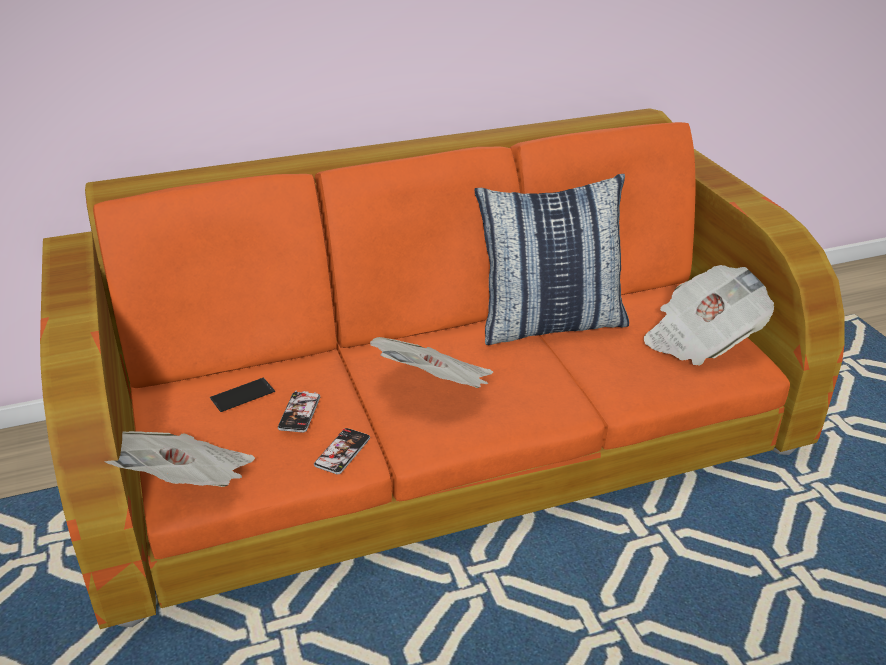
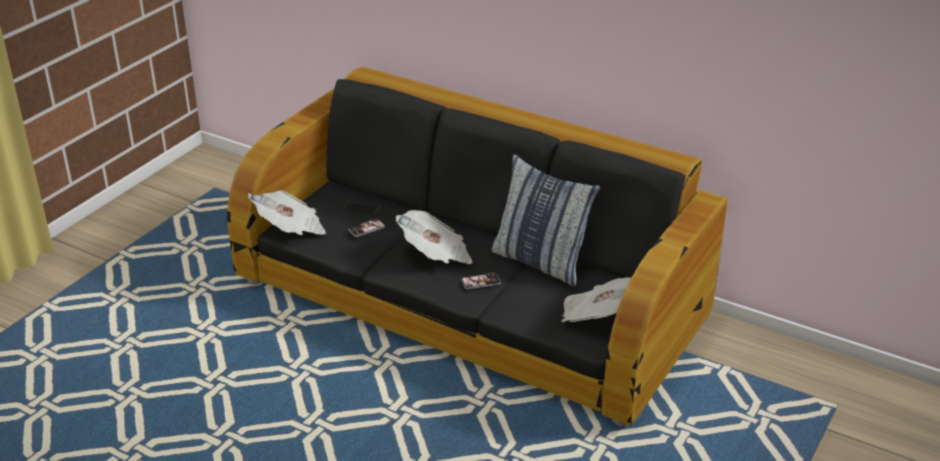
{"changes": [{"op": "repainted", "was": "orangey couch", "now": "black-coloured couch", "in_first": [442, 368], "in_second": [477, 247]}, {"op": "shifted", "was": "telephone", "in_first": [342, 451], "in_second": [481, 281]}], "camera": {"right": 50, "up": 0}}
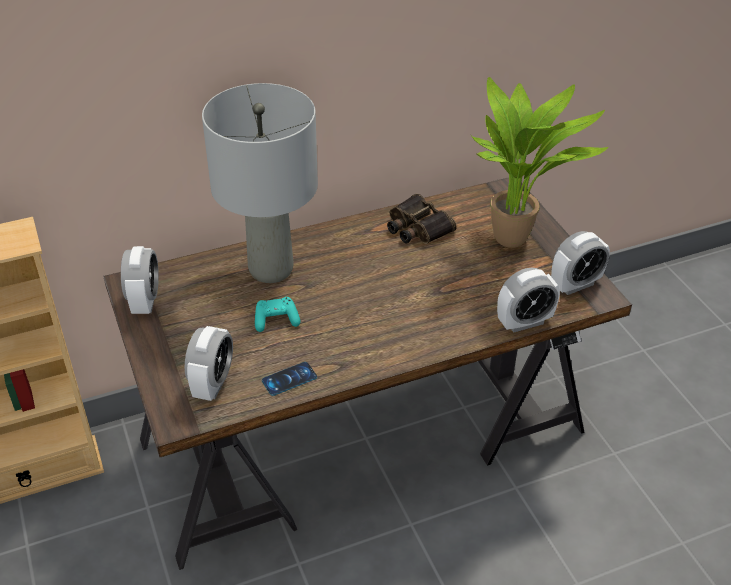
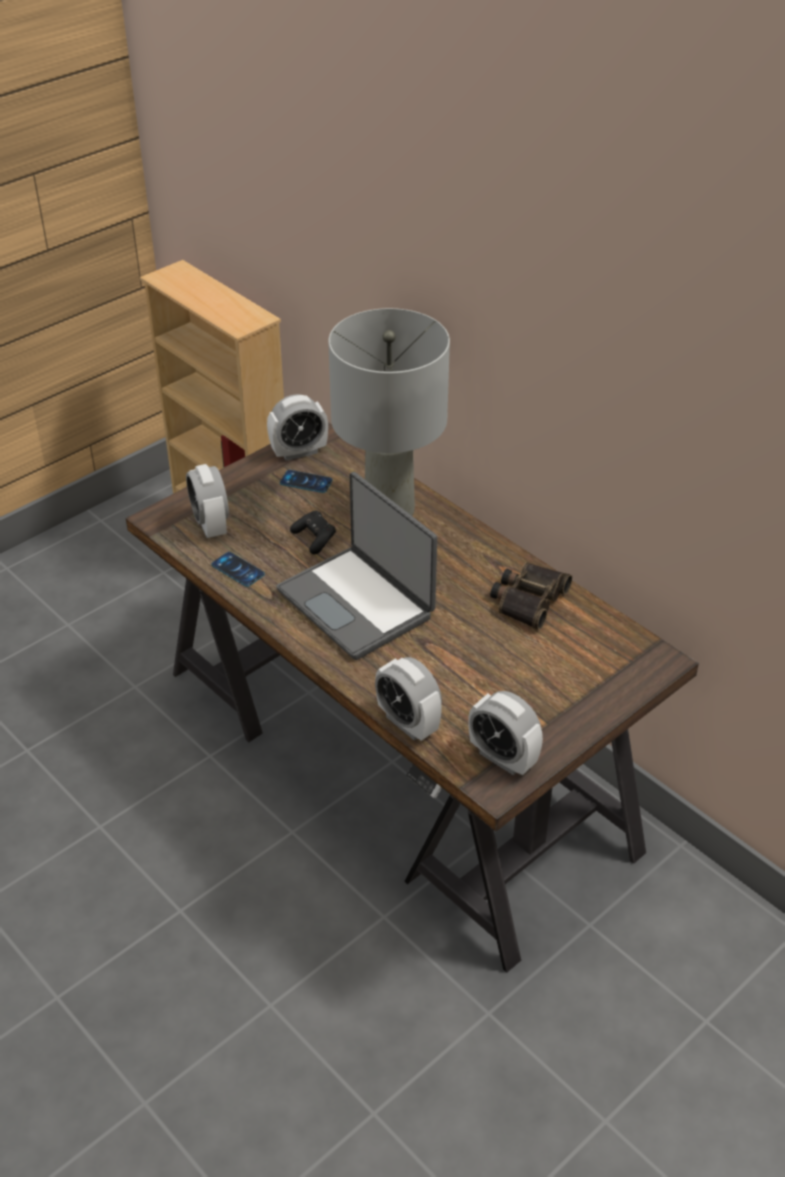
{"changes": [{"op": "gone", "was": "houseplant", "in_first": [540, 162]}, {"op": "repainted", "was": "turquoise gamepad", "now": "black-coloured gamepad", "in_first": [277, 314], "in_second": [313, 532]}, {"op": "rotated", "was": "bedside clock", "in_first": [209, 363], "in_second": [207, 501], "clockwise": 75}, {"op": "new", "now": "telephone", "in_second": [306, 481]}, {"op": "new", "now": "notebook computer", "in_second": [357, 566]}], "camera": {"right": 70, "up": 0}}
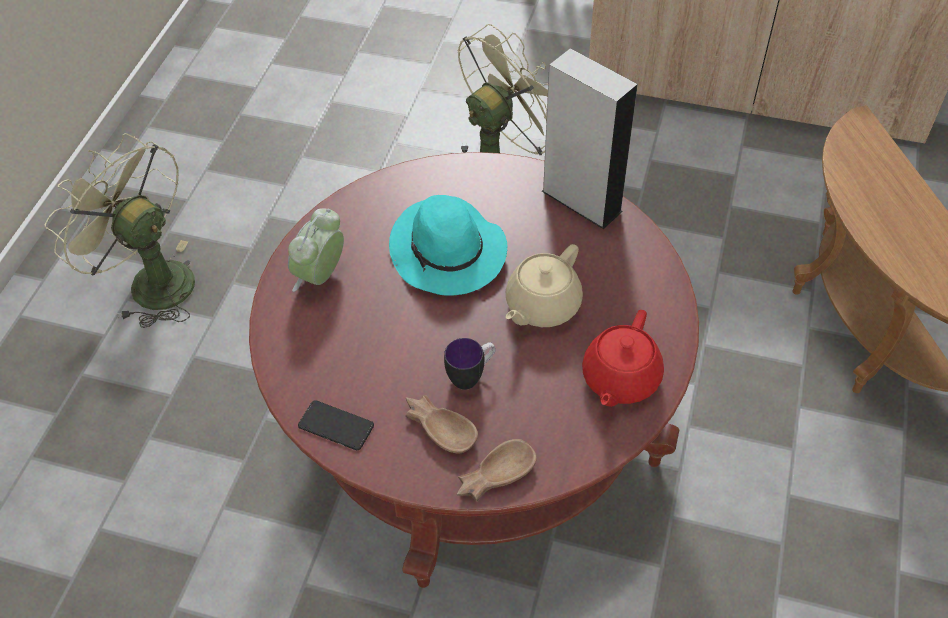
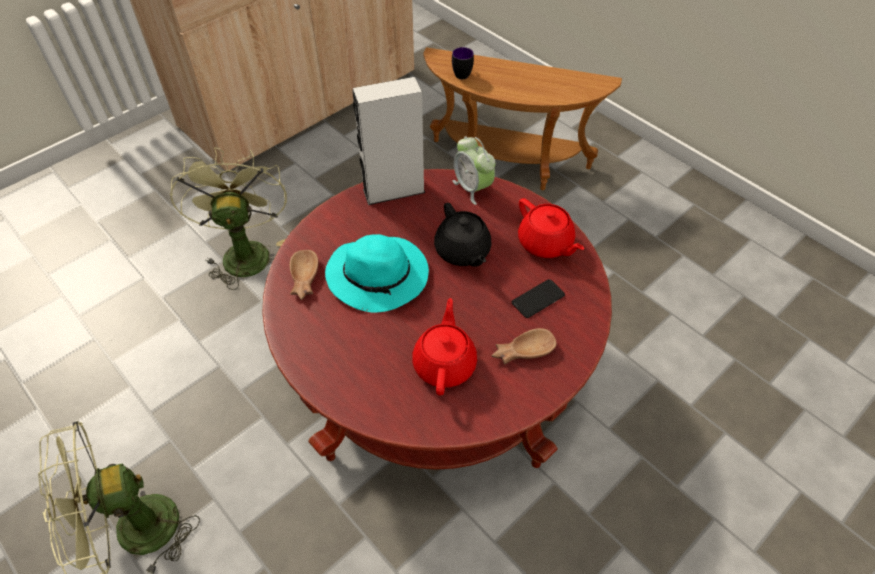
{"changes": [{"op": "shifted", "was": "bedside clock", "in_first": [316, 250], "in_second": [473, 170]}, {"op": "repainted", "was": "sand-coloured teapot", "now": "black-coloured teapot", "in_first": [544, 285], "in_second": [463, 235]}, {"op": "shifted", "was": "tea mug", "in_first": [470, 364], "in_second": [463, 63]}, {"op": "shifted", "was": "telephone", "in_first": [336, 425], "in_second": [538, 298]}, {"op": "shifted", "was": "brown bowl", "in_first": [497, 470], "in_second": [304, 275]}, {"op": "new", "now": "red-coloured teapot", "in_second": [444, 346]}], "camera": {"right": -60, "up": 0}}
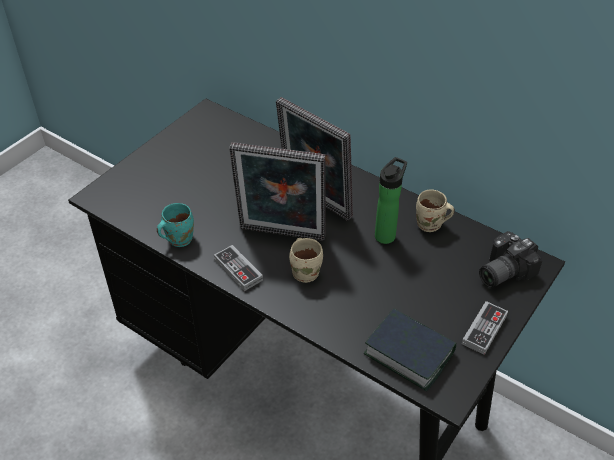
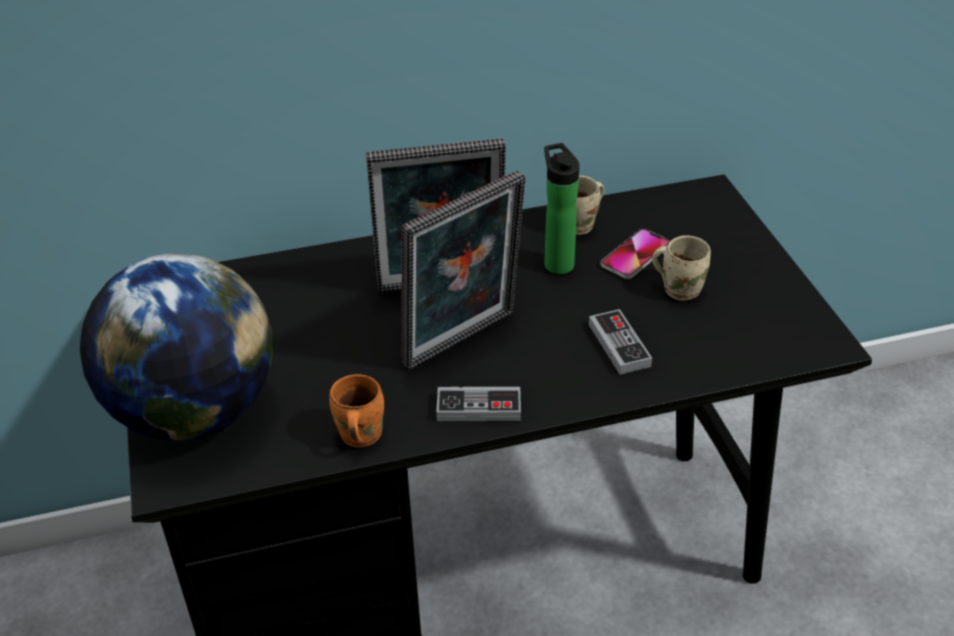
{"changes": [{"op": "repainted", "was": "turquoise tea mug", "now": "orangey tea mug", "in_first": [175, 225], "in_second": [356, 410]}, {"op": "gone", "was": "still camera", "in_first": [510, 259]}, {"op": "shifted", "was": "sand-coloured tea mug", "in_first": [306, 260], "in_second": [681, 268]}, {"op": "shifted", "was": "gamepad", "in_first": [485, 328], "in_second": [620, 342]}, {"op": "gone", "was": "volume", "in_first": [410, 349]}, {"op": "new", "now": "telephone", "in_second": [635, 254]}, {"op": "new", "now": "globe", "in_second": [176, 346]}], "camera": {"right": -50, "up": -5}}
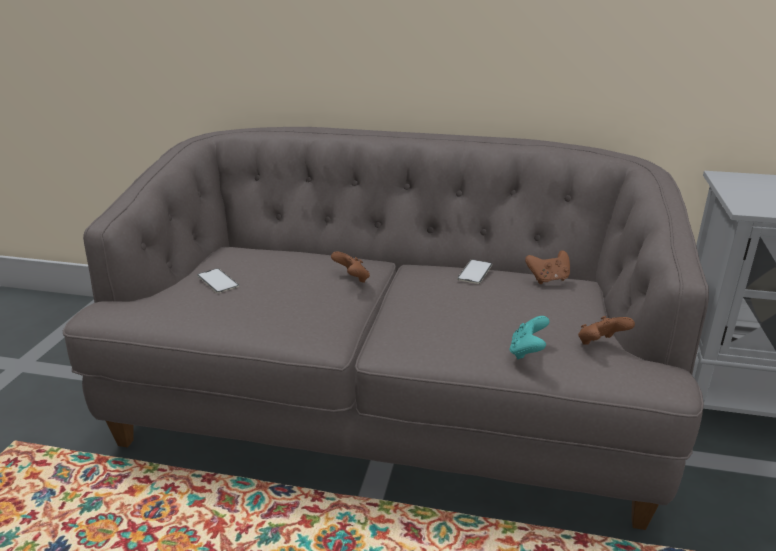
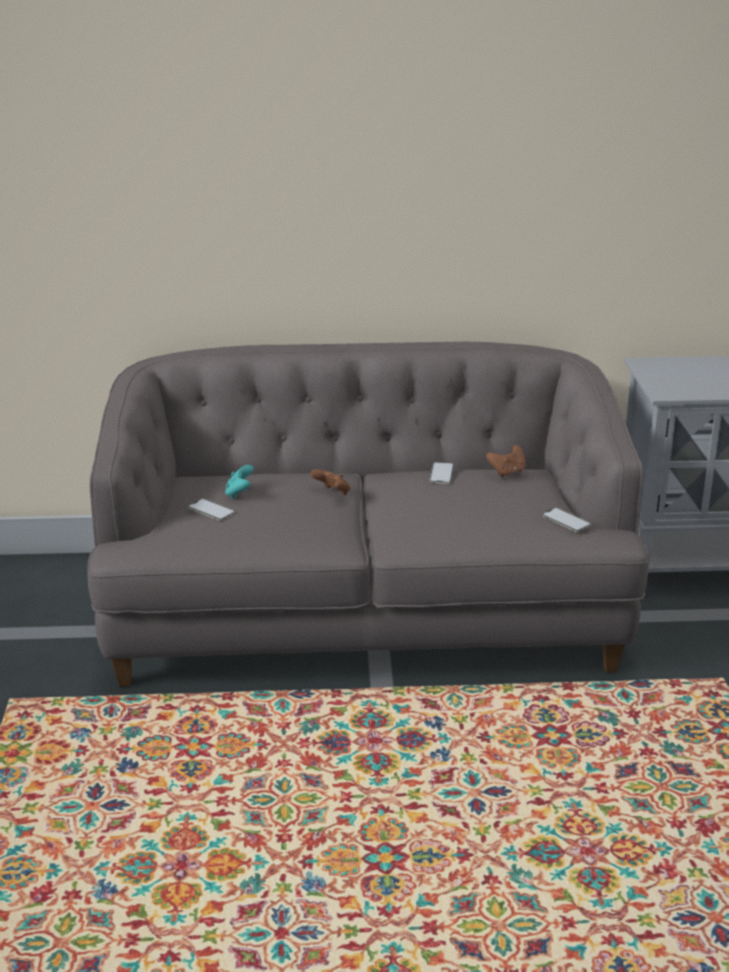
{"changes": [{"op": "shifted", "was": "turquoise gamepad", "in_first": [530, 337], "in_second": [239, 482]}, {"op": "swapped", "was": "brown gamepad", "now": "telephone", "in_first": [606, 330], "in_second": [566, 519]}], "camera": {"right": -15, "up": 0}}
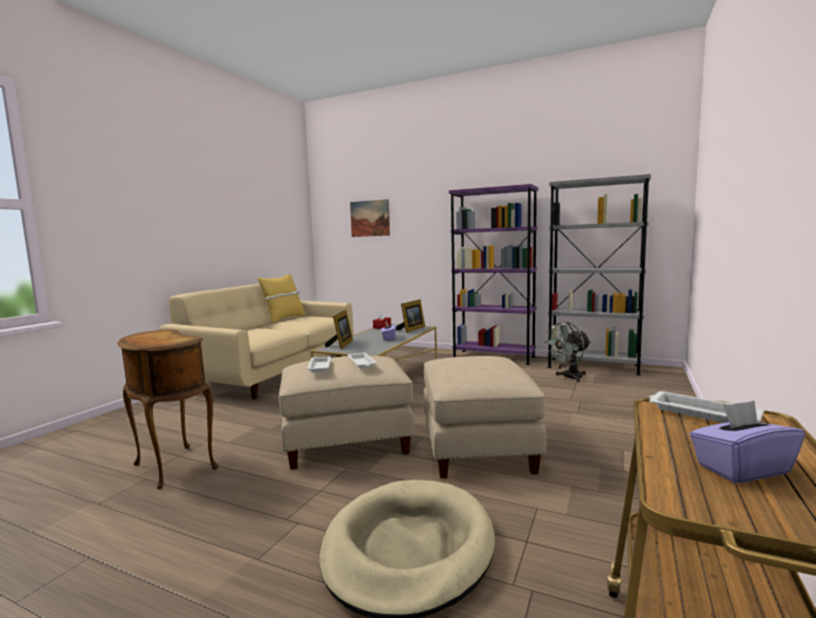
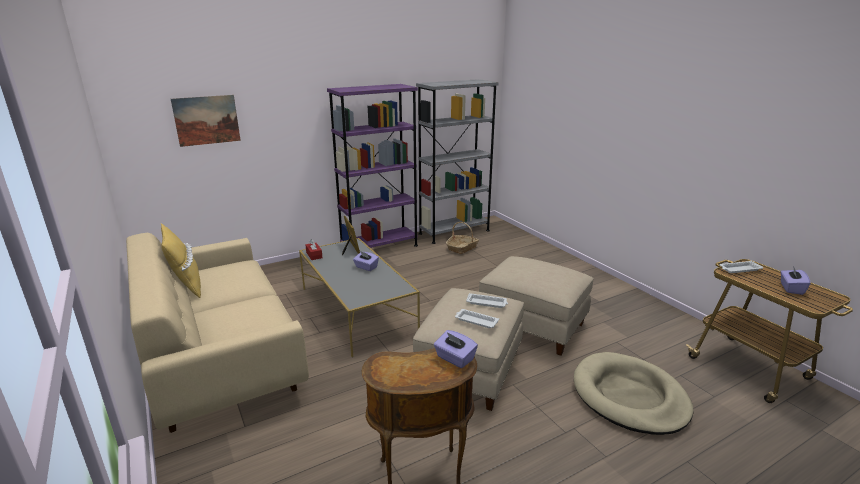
{"changes": [{"op": "gone", "was": "photo frame", "in_first": [339, 329]}, {"op": "swapped", "was": "gray electric fan", "now": "storage basket", "in_first": [567, 352], "in_second": [462, 238]}, {"op": "new", "now": "purplish box of tissues", "in_second": [456, 349]}], "camera": {"right": -55, "up": 15}}
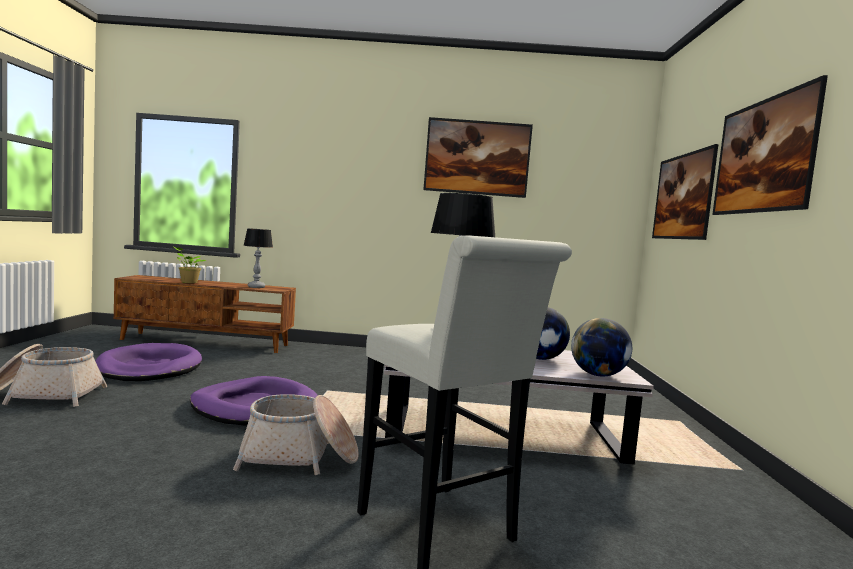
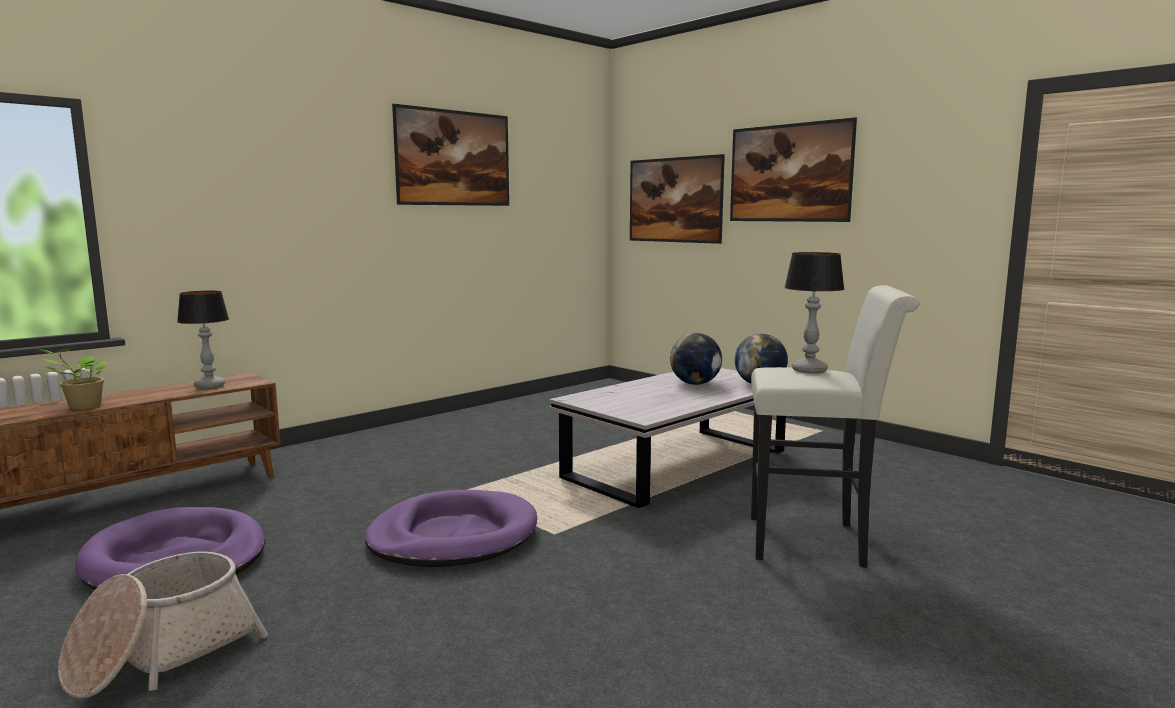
{"changes": [{"op": "gone", "was": "storage basket", "in_first": [296, 434]}], "camera": {"right": -45, "up": 5}}
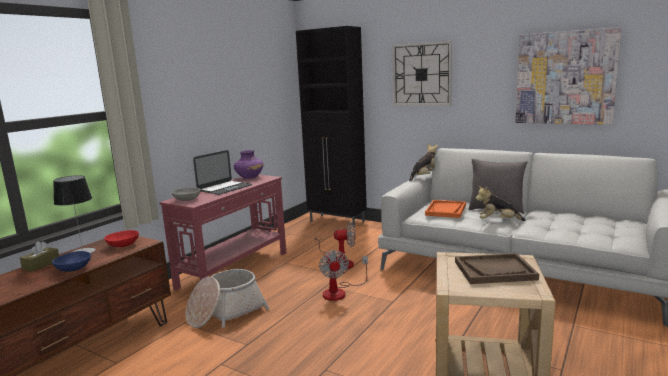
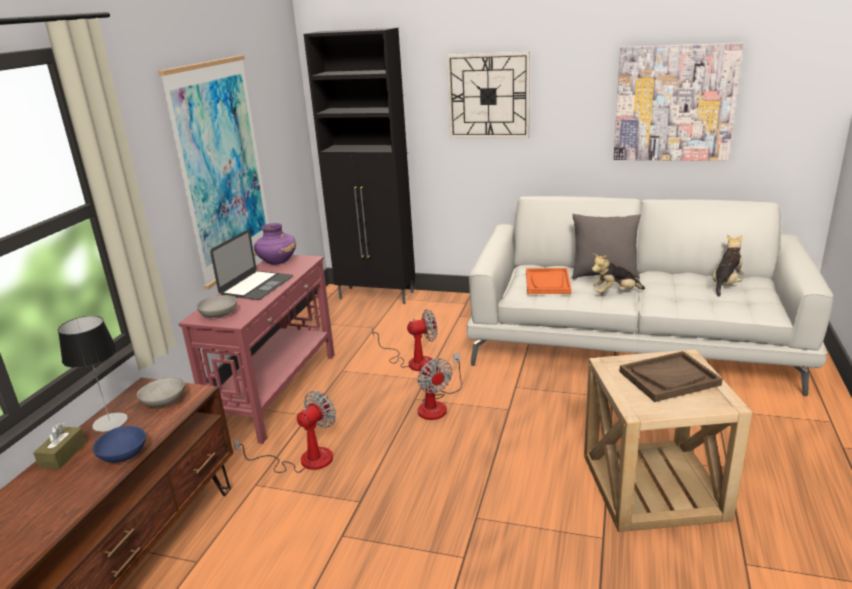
{"changes": [{"op": "shifted", "was": "cuddly toy", "in_first": [423, 162], "in_second": [728, 266]}, {"op": "repainted", "was": "red-coloured bowl", "now": "gray bowl", "in_first": [121, 238], "in_second": [161, 392]}, {"op": "swapped", "was": "storage basket", "now": "electric fan", "in_first": [228, 298], "in_second": [284, 432]}, {"op": "new", "now": "picture", "in_second": [213, 172]}], "camera": {"right": -15, "up": 10}}
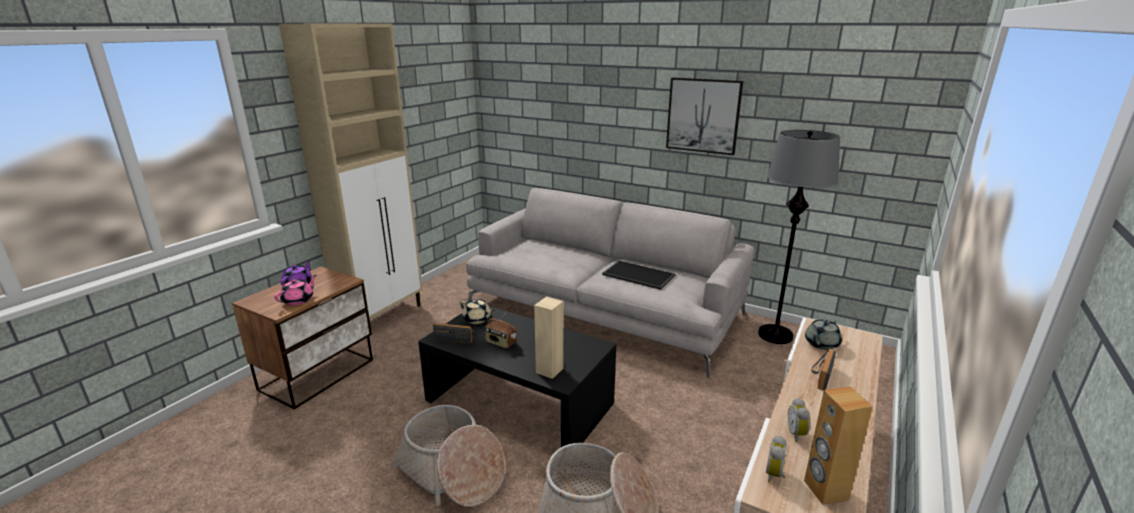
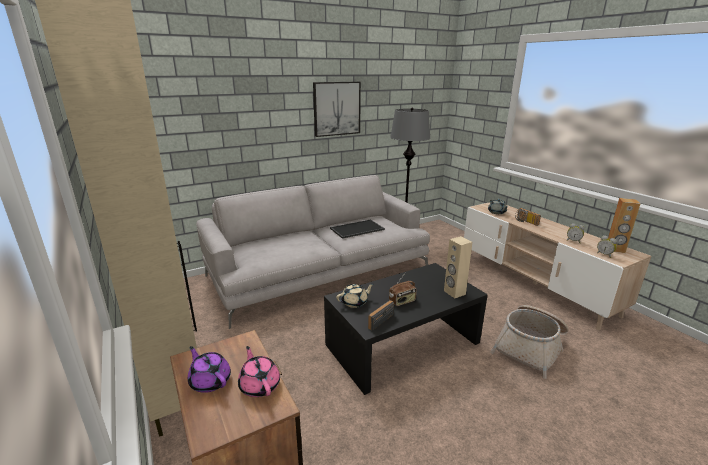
{"changes": [{"op": "gone", "was": "storage basket", "in_first": [448, 456]}], "camera": {"right": -60, "up": 0}}
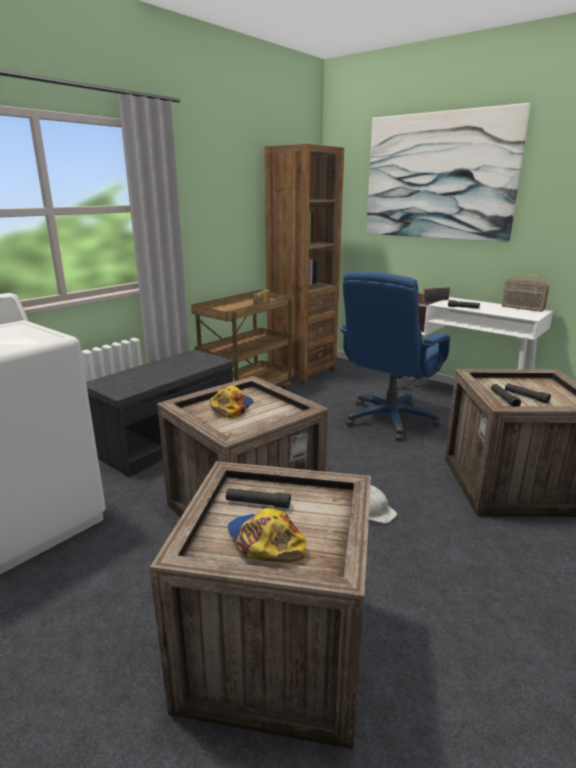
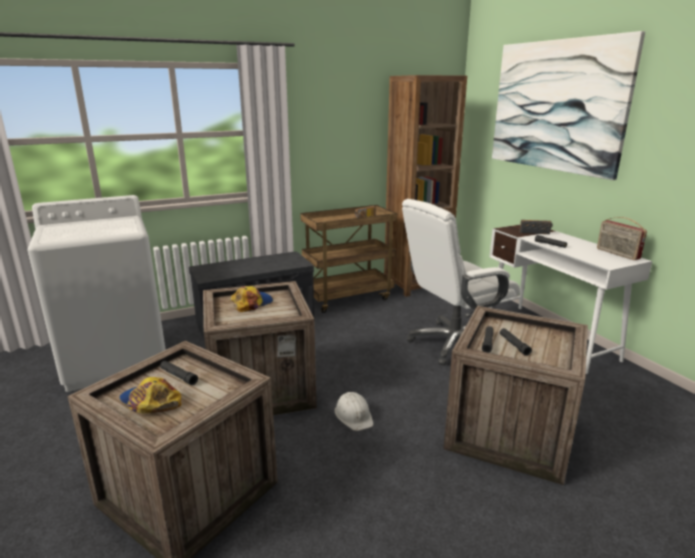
{"changes": [{"op": "repainted", "was": "blue-coloured desk chair", "now": "white-coloured desk chair", "in_first": [395, 356], "in_second": [461, 282]}, {"op": "rotated", "was": "baseball cap", "in_first": [266, 535], "in_second": [150, 395], "clockwise": -45}], "camera": {"right": 25, "up": 0}}
